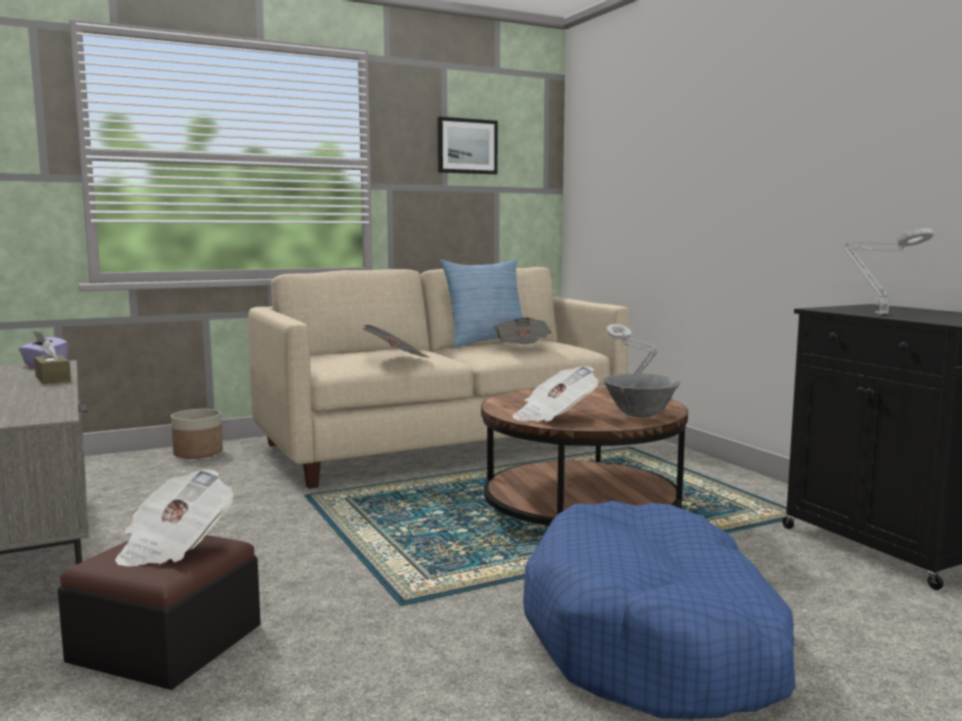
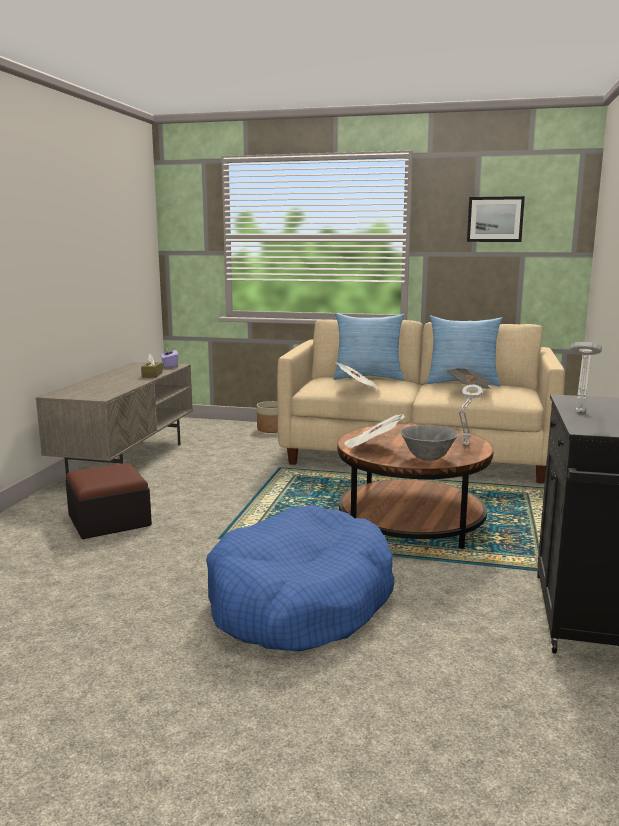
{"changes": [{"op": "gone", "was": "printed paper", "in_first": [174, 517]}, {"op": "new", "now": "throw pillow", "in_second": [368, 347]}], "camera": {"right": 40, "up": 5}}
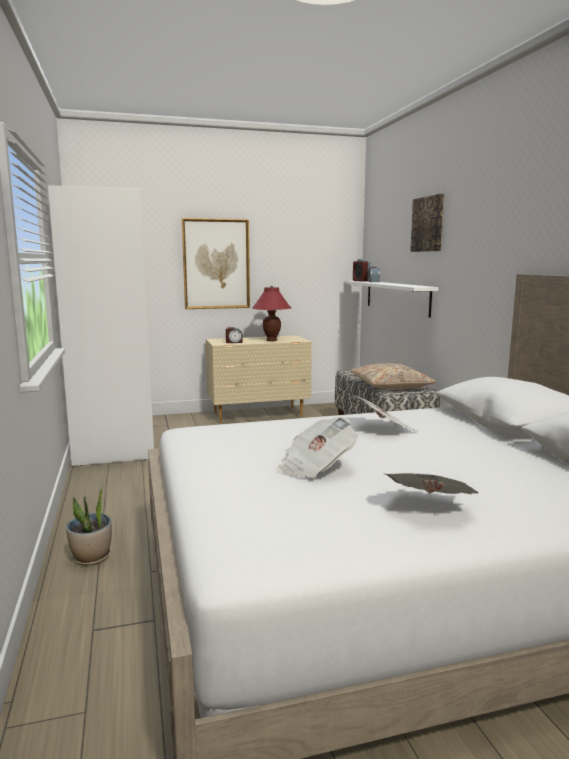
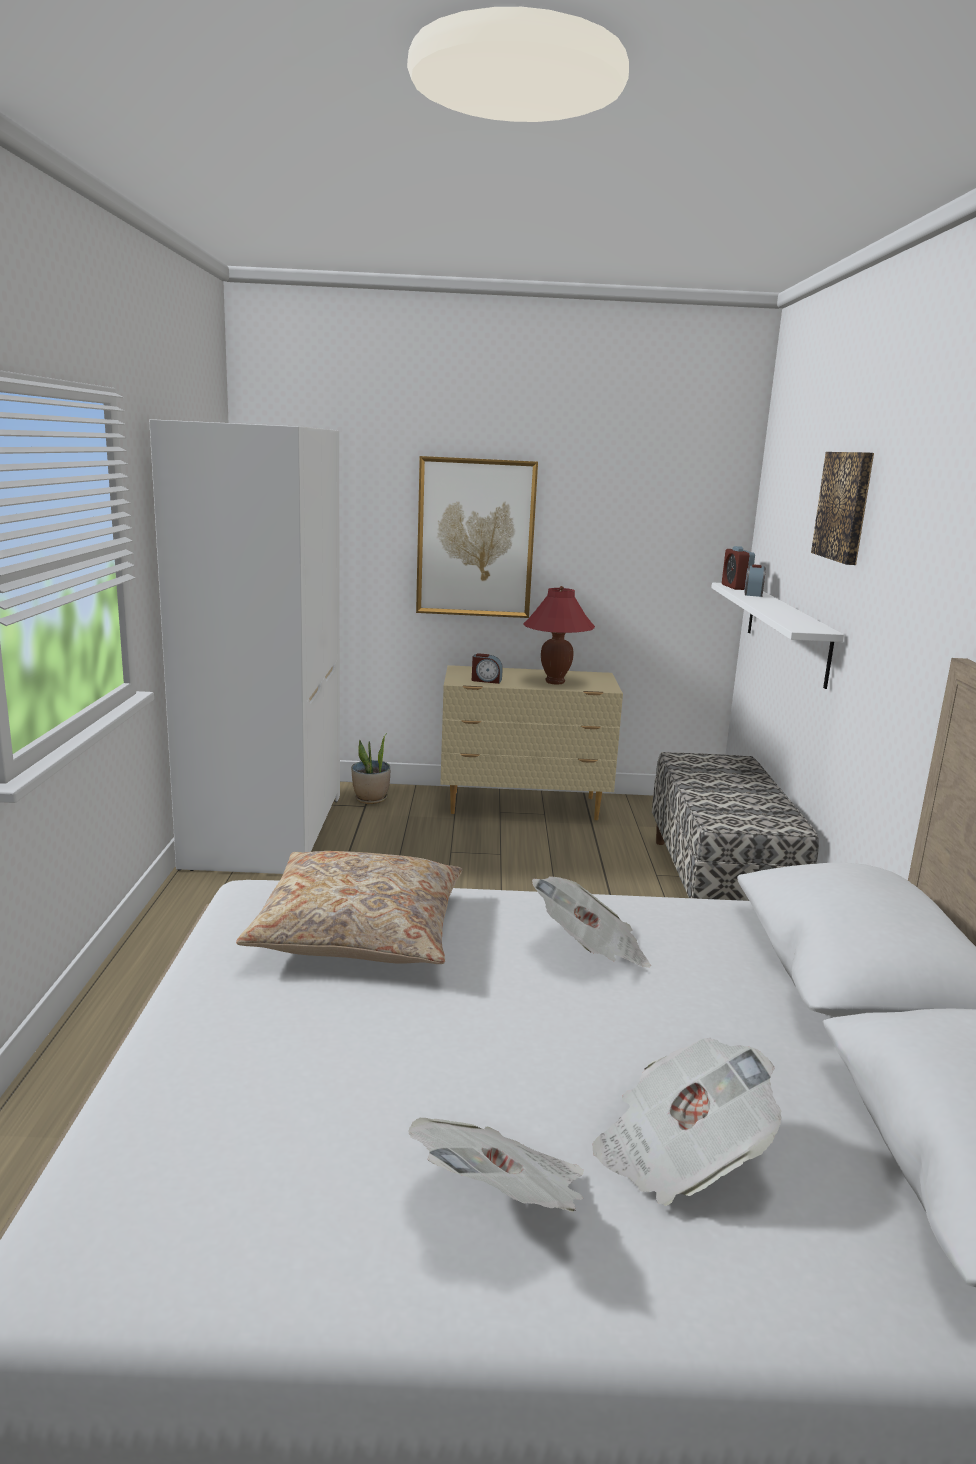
{"changes": [{"op": "shifted", "was": "sand-coloured throw pillow", "in_first": [393, 376], "in_second": [349, 907]}, {"op": "shifted", "was": "printed paper", "in_first": [317, 447], "in_second": [686, 1122]}, {"op": "shifted", "was": "houseplant", "in_first": [89, 525], "in_second": [370, 768]}], "camera": {"right": 15, "up": 5}}
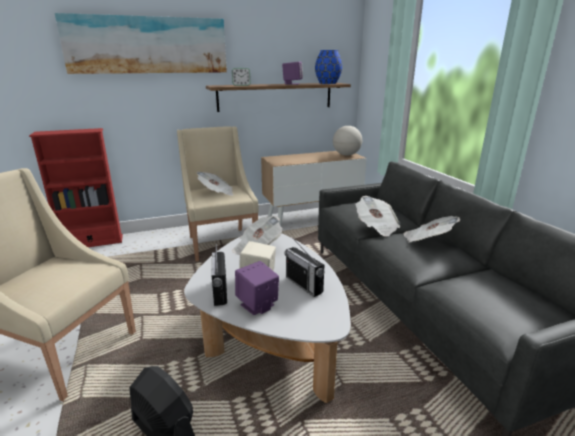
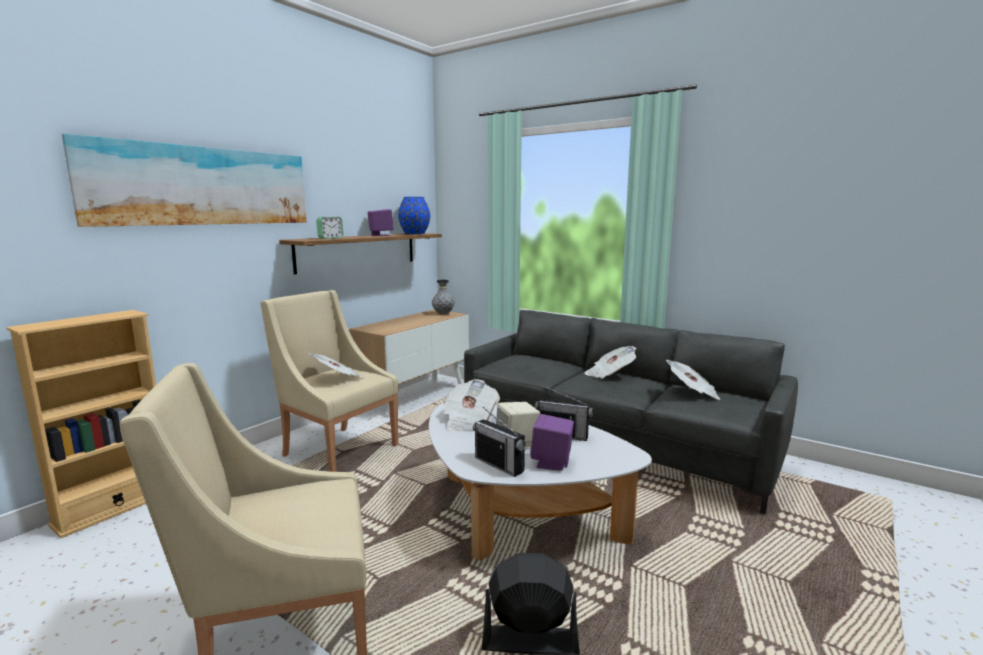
{"changes": [{"op": "swapped", "was": "globe", "now": "gray vase", "in_first": [347, 141], "in_second": [443, 297]}, {"op": "repainted", "was": "red-coloured bookshelf", "now": "sand-coloured bookshelf", "in_first": [76, 187], "in_second": [81, 424]}, {"op": "shifted", "was": "printed paper", "in_first": [378, 216], "in_second": [693, 380]}], "camera": {"right": -35, "up": -10}}
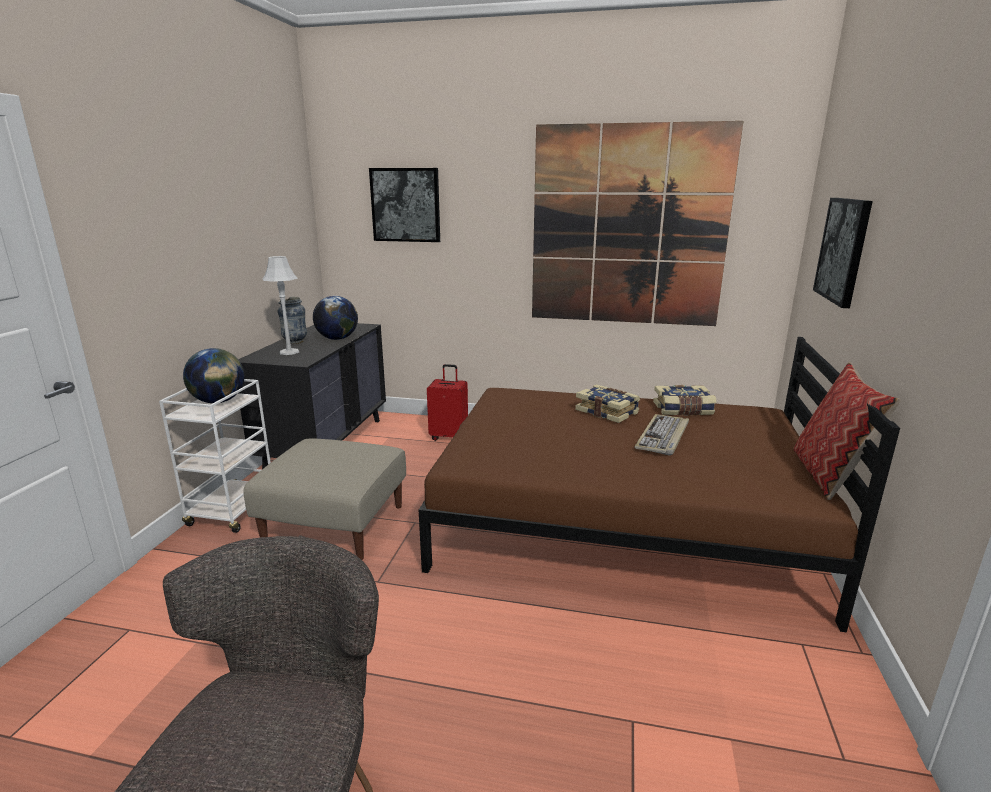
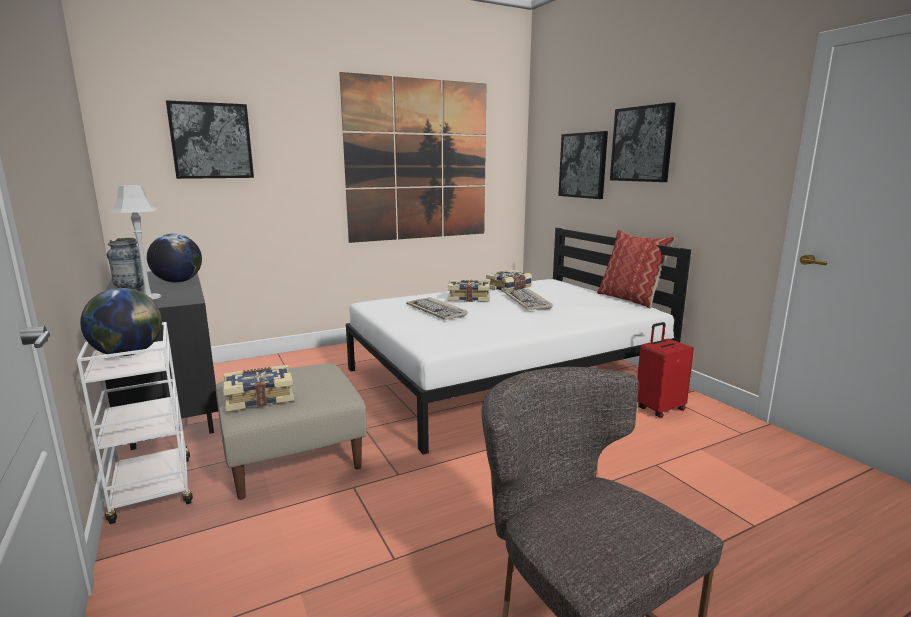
{"changes": [{"op": "repainted", "was": "brown bed", "now": "white-coloured bed", "in_first": [659, 485], "in_second": [518, 341]}, {"op": "shifted", "was": "red-coloured piece of luggage", "in_first": [447, 402], "in_second": [665, 370]}, {"op": "new", "now": "picture", "in_second": [643, 142]}, {"op": "new", "now": "PC keyboard", "in_second": [436, 308]}, {"op": "new", "now": "volume", "in_second": [259, 388]}], "camera": {"right": -40, "up": -5}}
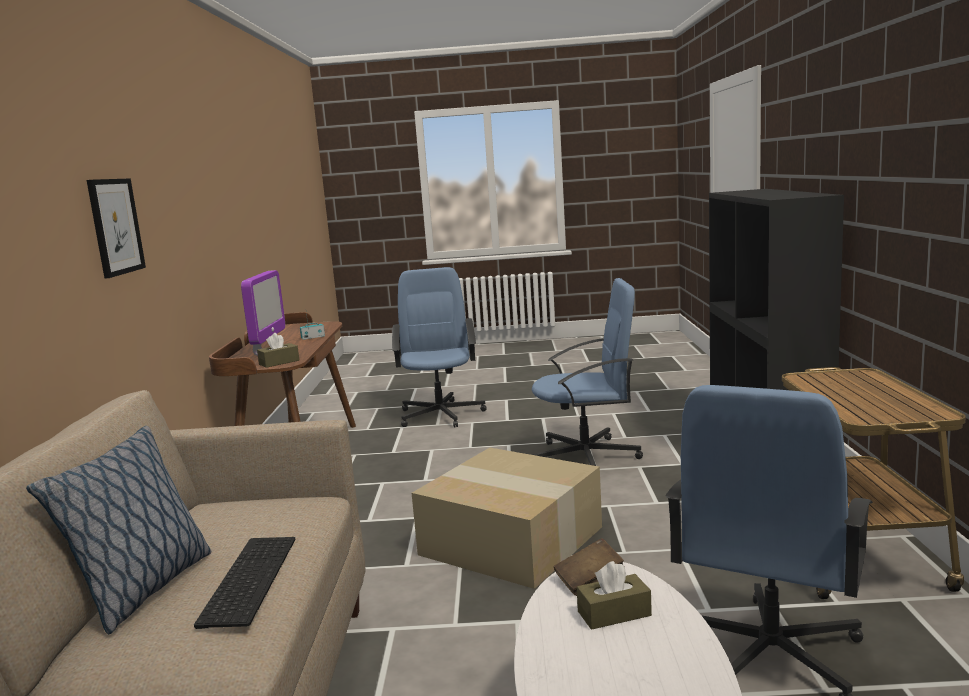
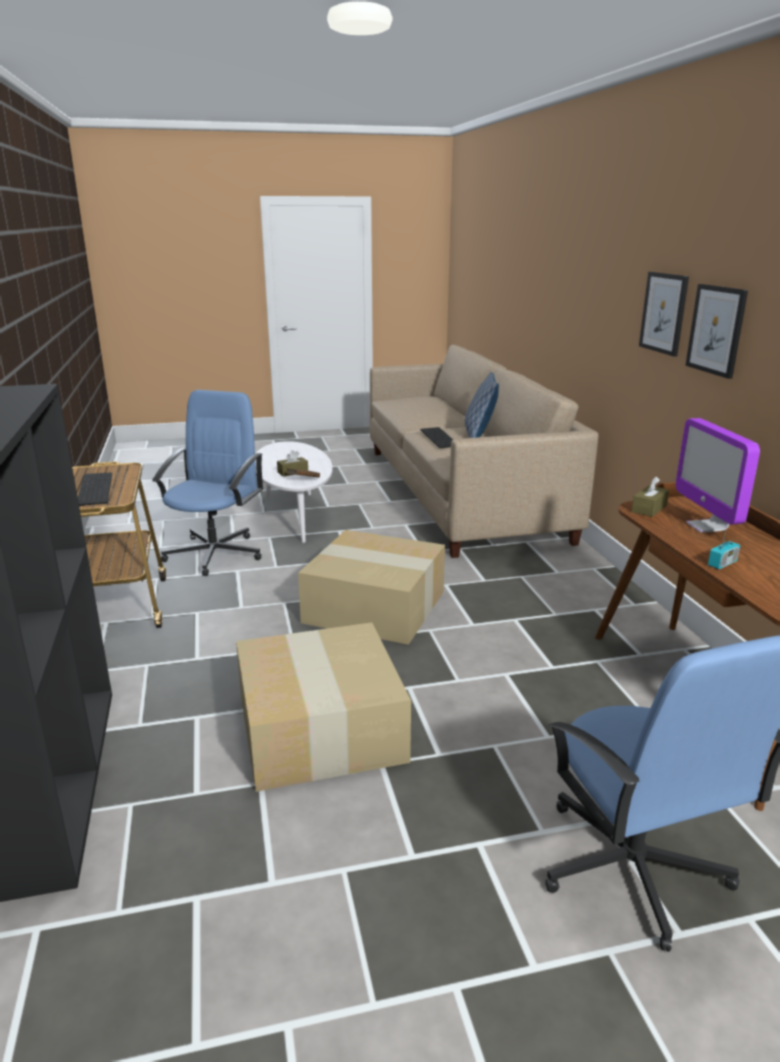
{"changes": [{"op": "swapped", "was": "blue-coloured desk chair", "now": "carton", "in_first": [587, 372], "in_second": [323, 707]}, {"op": "new", "now": "picture", "in_second": [716, 331]}, {"op": "new", "now": "PC keyboard", "in_second": [95, 489]}], "camera": {"right": 165, "up": 10}}
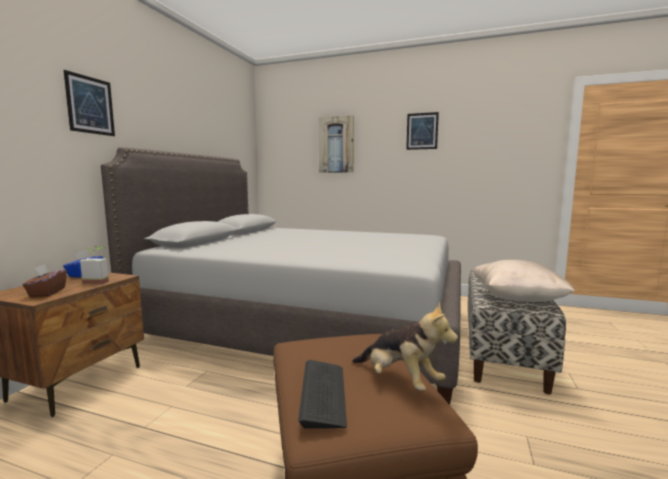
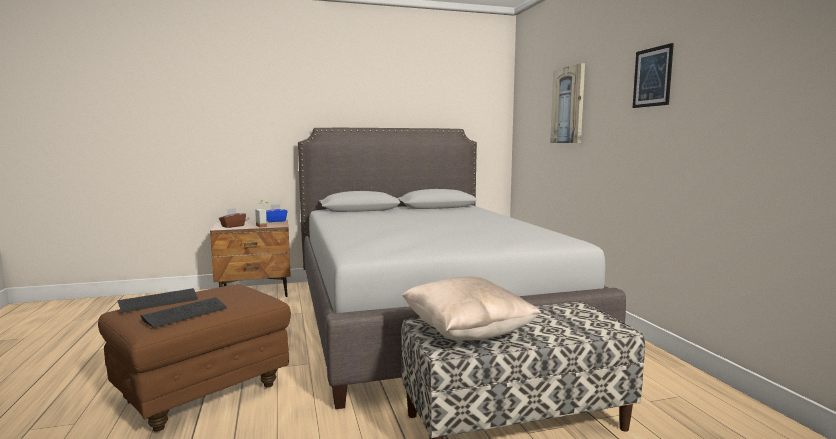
{"changes": [{"op": "gone", "was": "picture", "in_first": [89, 103]}, {"op": "swapped", "was": "cuddly toy", "now": "PC keyboard", "in_first": [405, 346], "in_second": [184, 312]}], "camera": {"right": 55, "up": 0}}
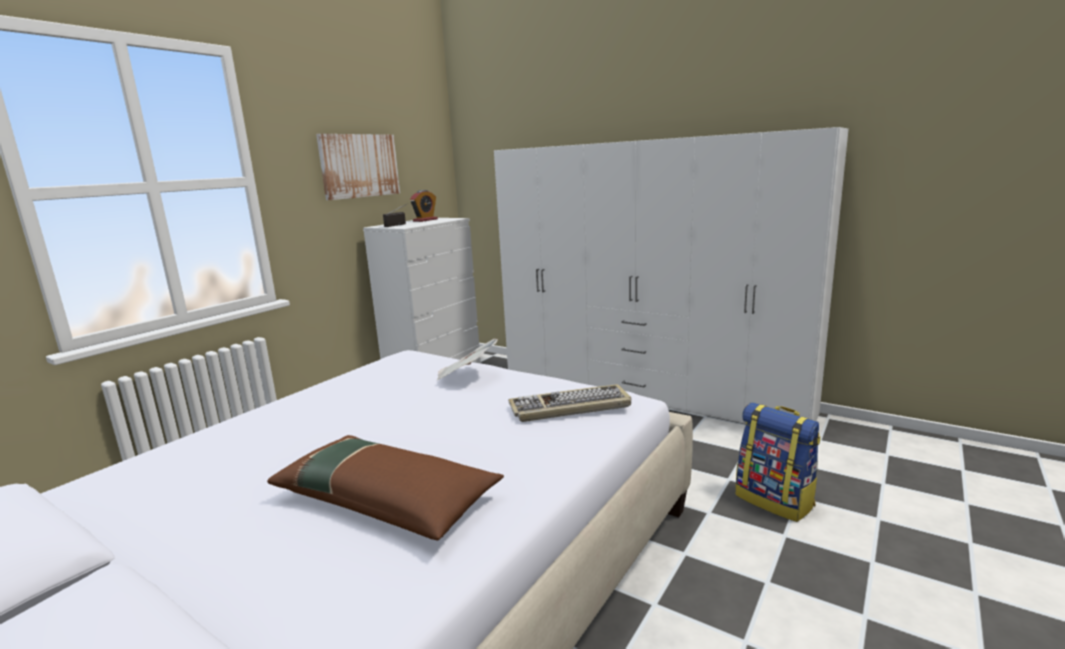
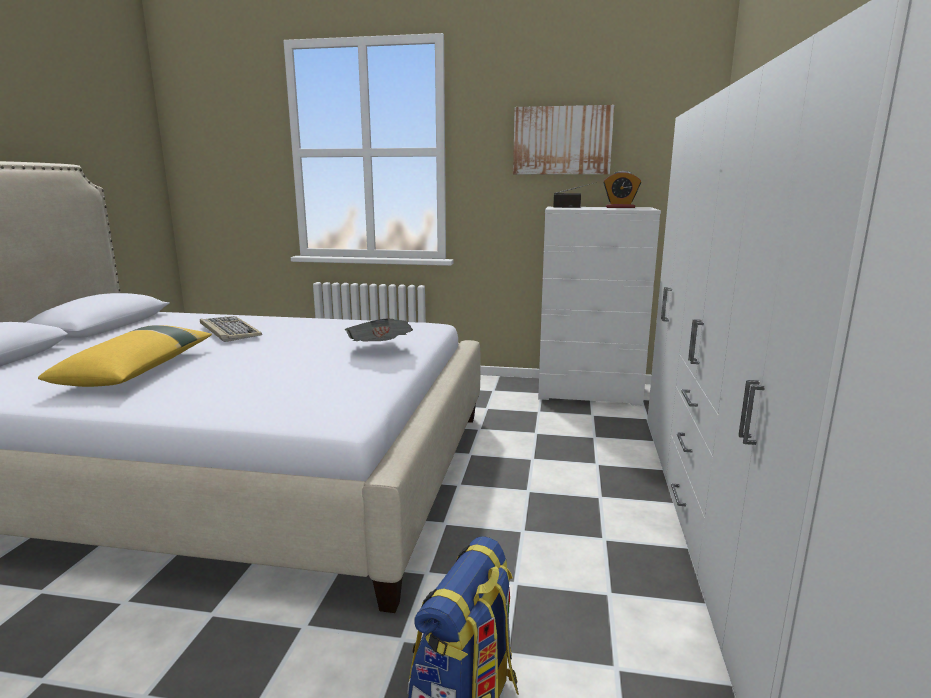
{"changes": [{"op": "shifted", "was": "PC keyboard", "in_first": [569, 403], "in_second": [231, 329]}, {"op": "repainted", "was": "brown throw pillow", "now": "yellowish throw pillow", "in_first": [385, 487], "in_second": [125, 356]}], "camera": {"right": 65, "up": 0}}
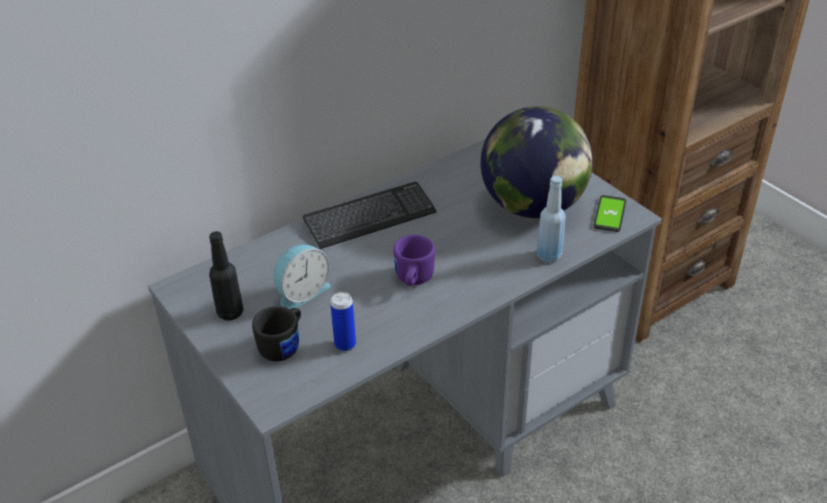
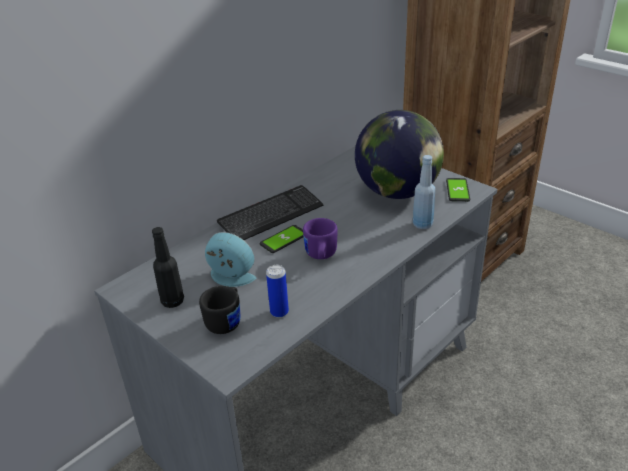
{"changes": [{"op": "rotated", "was": "bedside clock", "in_first": [302, 277], "in_second": [230, 259], "clockwise": -105}, {"op": "new", "now": "telephone", "in_second": [281, 239]}], "camera": {"right": -10, "up": -5}}
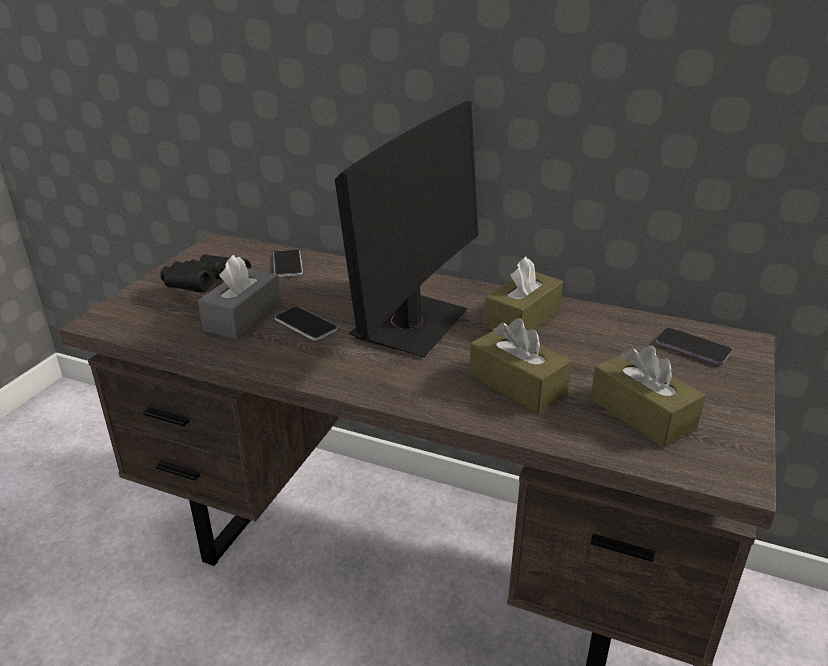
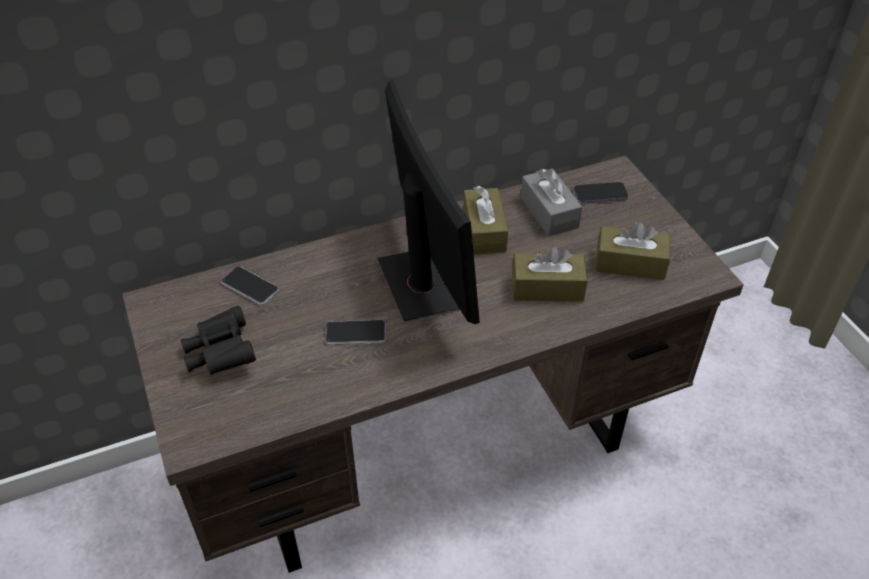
{"changes": [{"op": "shifted", "was": "gray box of tissues", "in_first": [239, 297], "in_second": [551, 202]}], "camera": {"right": -45, "up": 15}}
